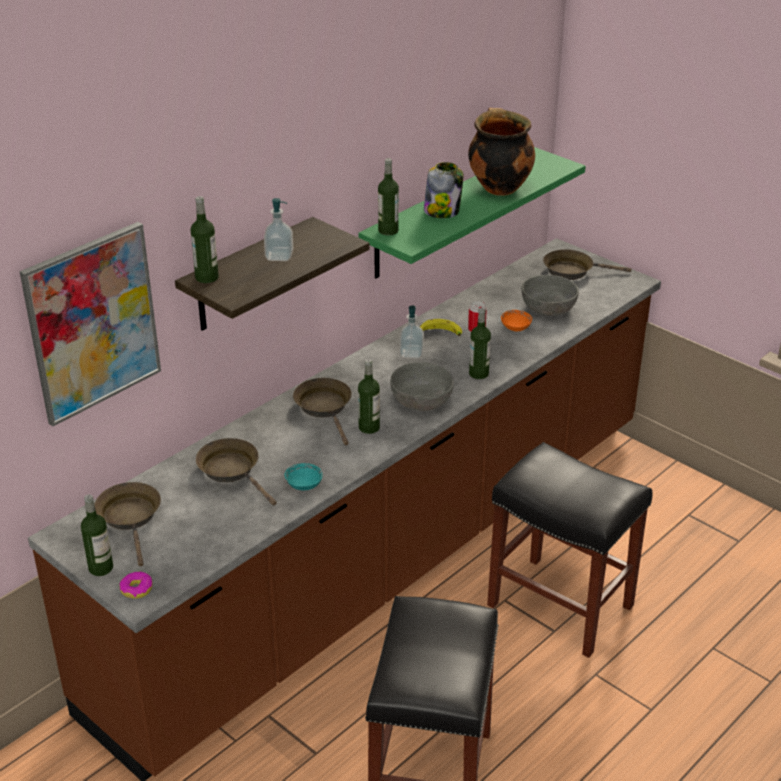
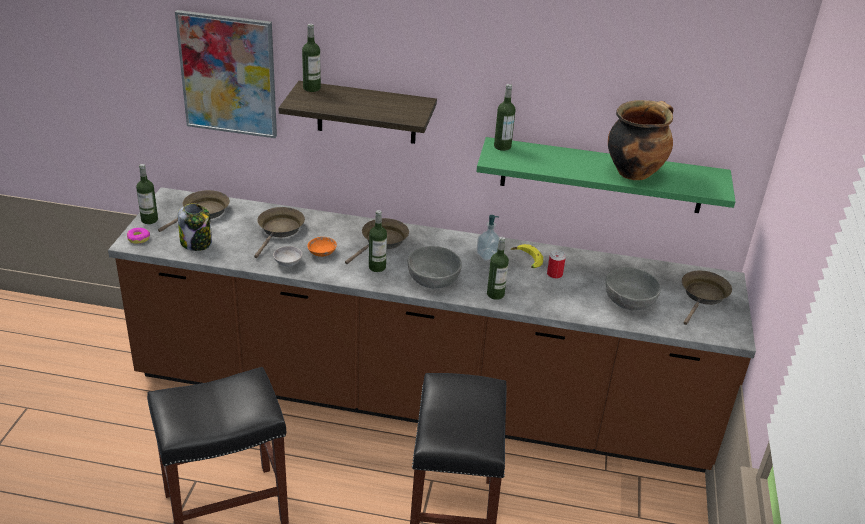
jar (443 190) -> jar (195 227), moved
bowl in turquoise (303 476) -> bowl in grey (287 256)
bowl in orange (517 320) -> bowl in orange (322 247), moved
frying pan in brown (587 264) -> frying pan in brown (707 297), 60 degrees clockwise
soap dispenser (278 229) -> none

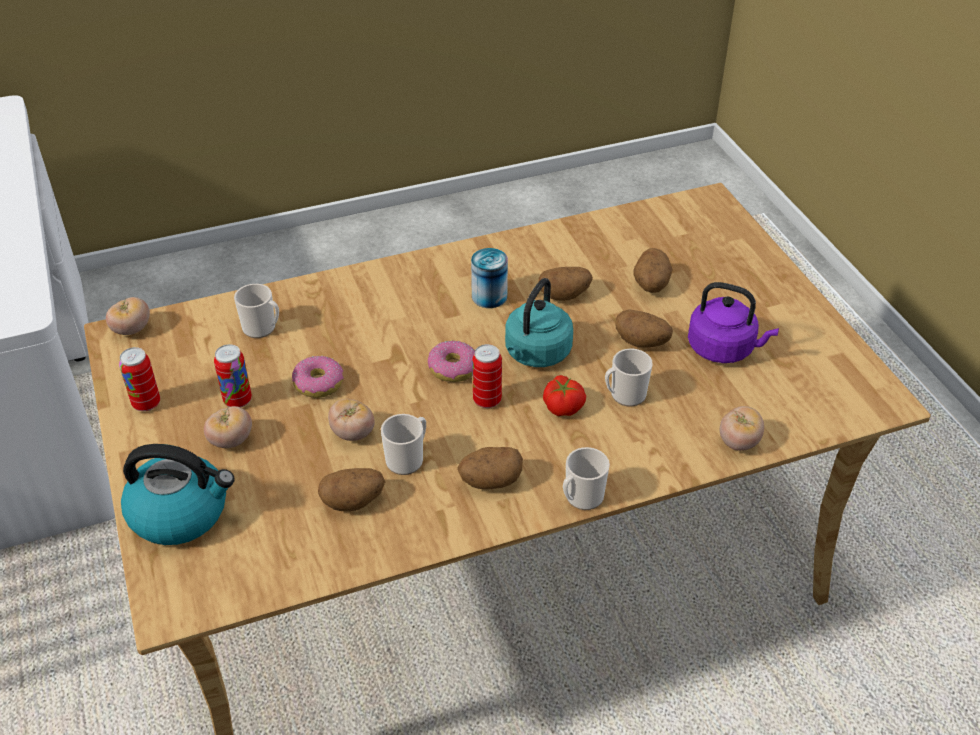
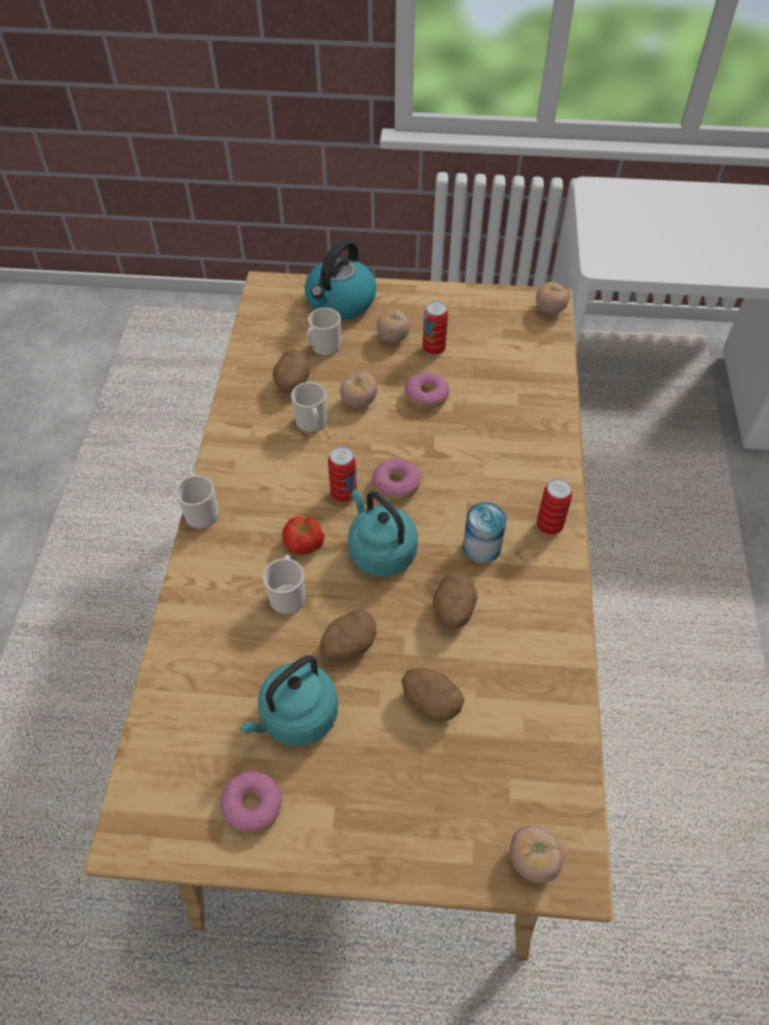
none -> donut (251 802)
kettle in purple (733 322) -> kettle in turquoise (289 700)
mug (256 311) -> mug (323 332), moved
tomato (742 428) -> tomato (536 854), moved
can (139 379) -> can (554 507), moved
potato (490 468) -> none

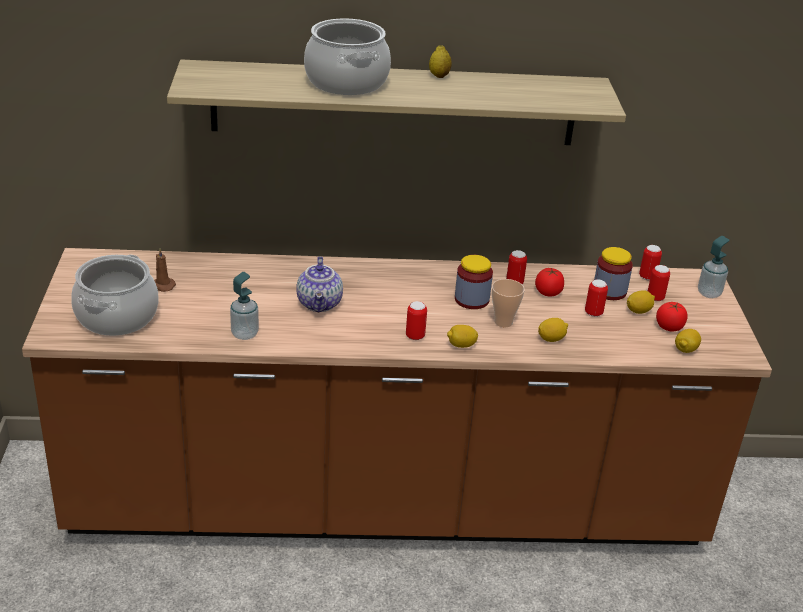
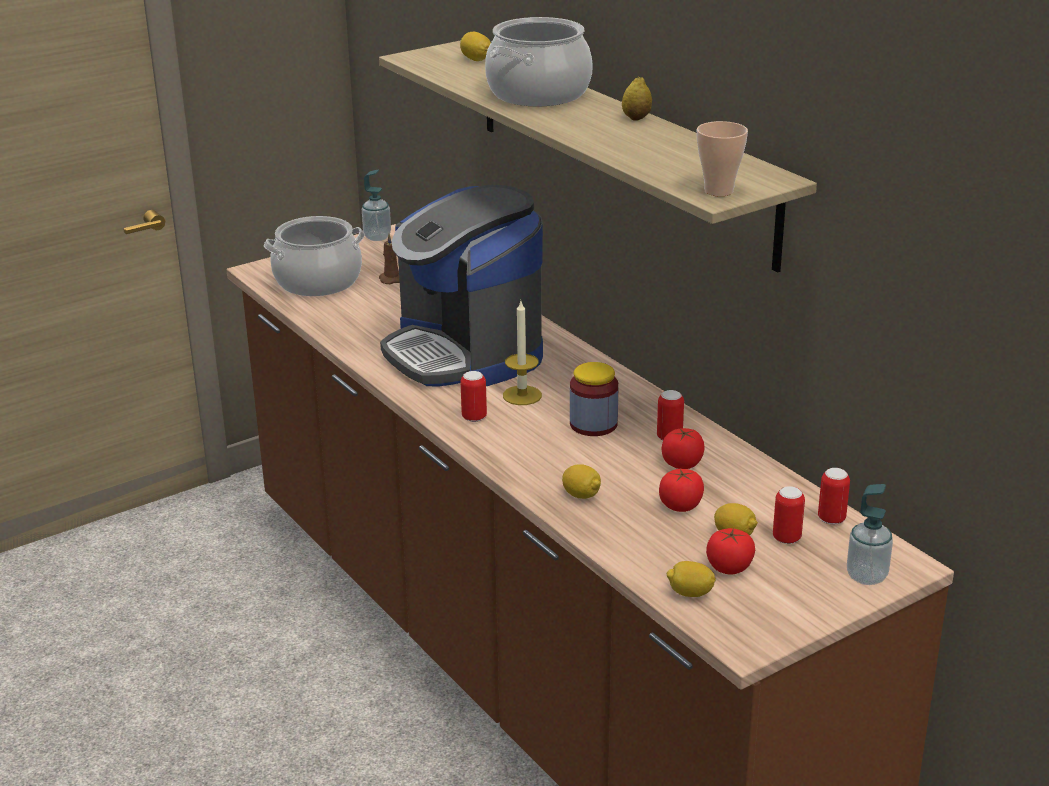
soap dispenser (244 306) -> soap dispenser (376 205), moved
teapot (319 284) -> coffee machine (461 285)
lemon (462 336) -> lemon (475 46), moved
none -> candle (522 353)
can (596 298) -> tomato (681 490)
cup (508 303) -> cup (722 158), moved
jar (613 273) -> none

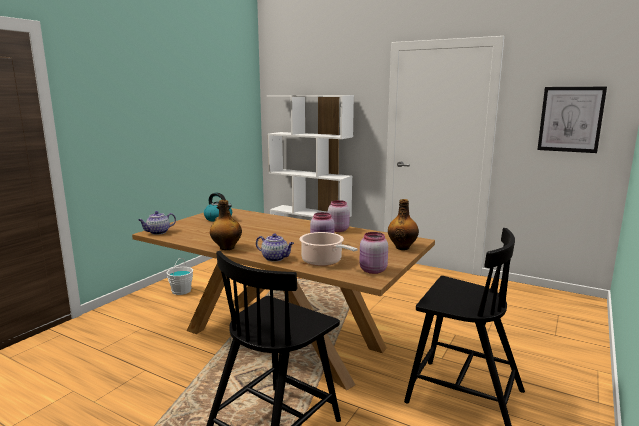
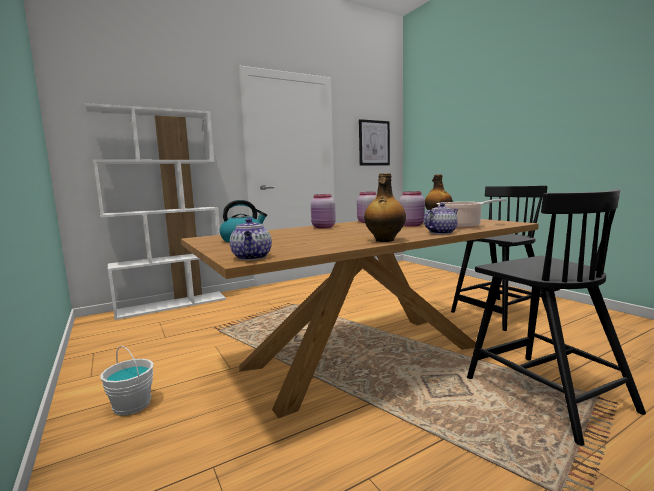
jar in pink (374 253) -> jar in pink (323 211), moved

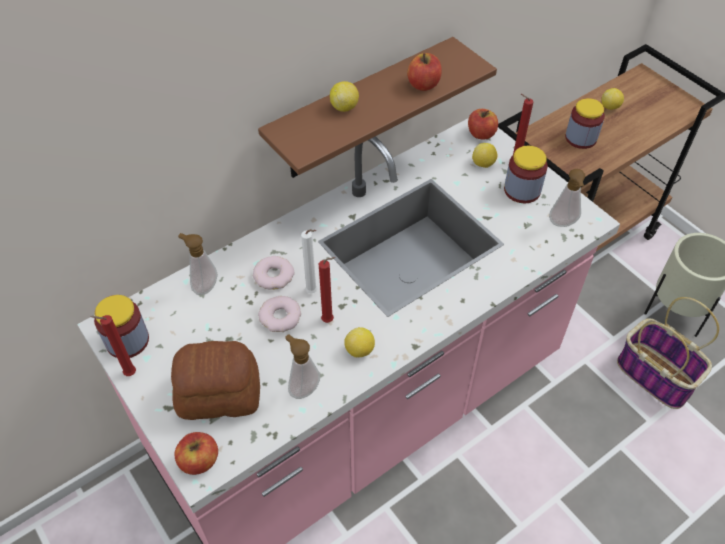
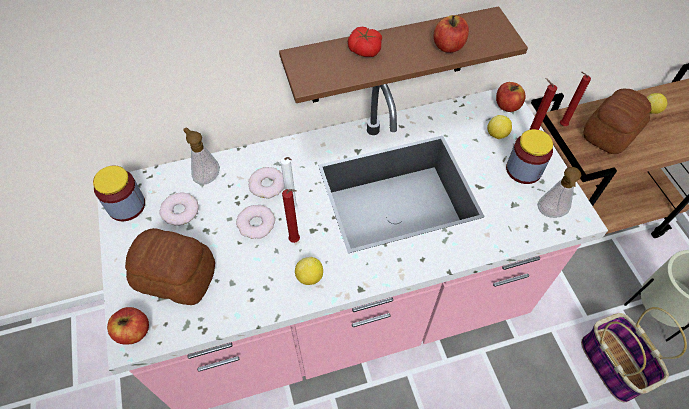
none -> donut (179 209)
lemon (344 96) -> tomato (365 42)
candle in red (113 345) -> candle in red (575 99), moved
jar (585 123) -> bread (617 121)
soap dispenser (302 366) -> none

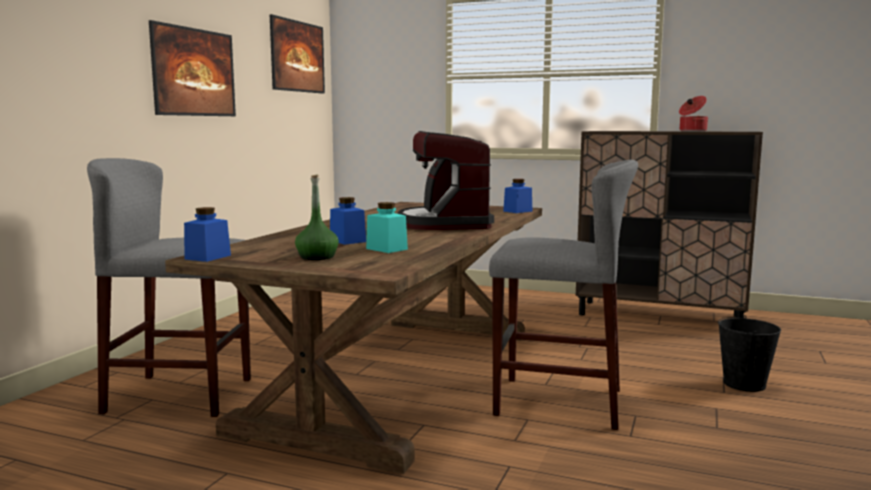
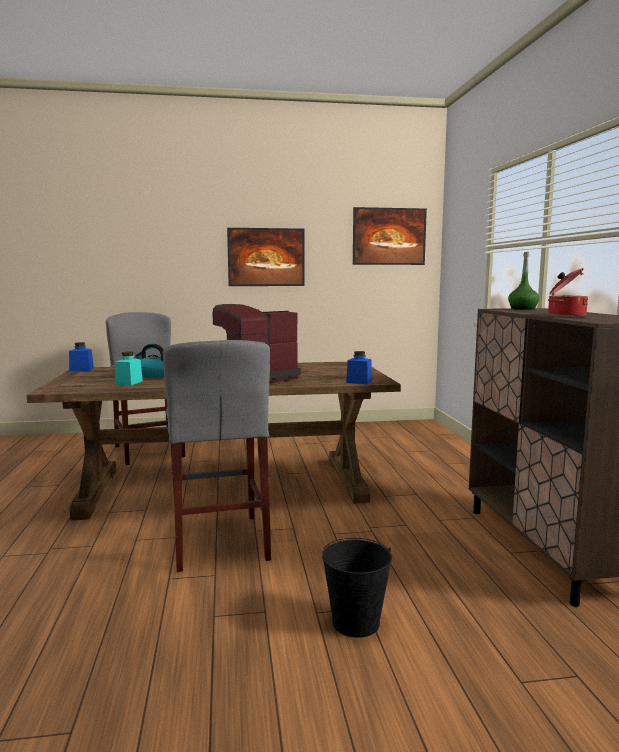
jar in blue (348 221) -> kettle (149 361)
bottle in green (317 217) -> bottle in green (523 281), moved

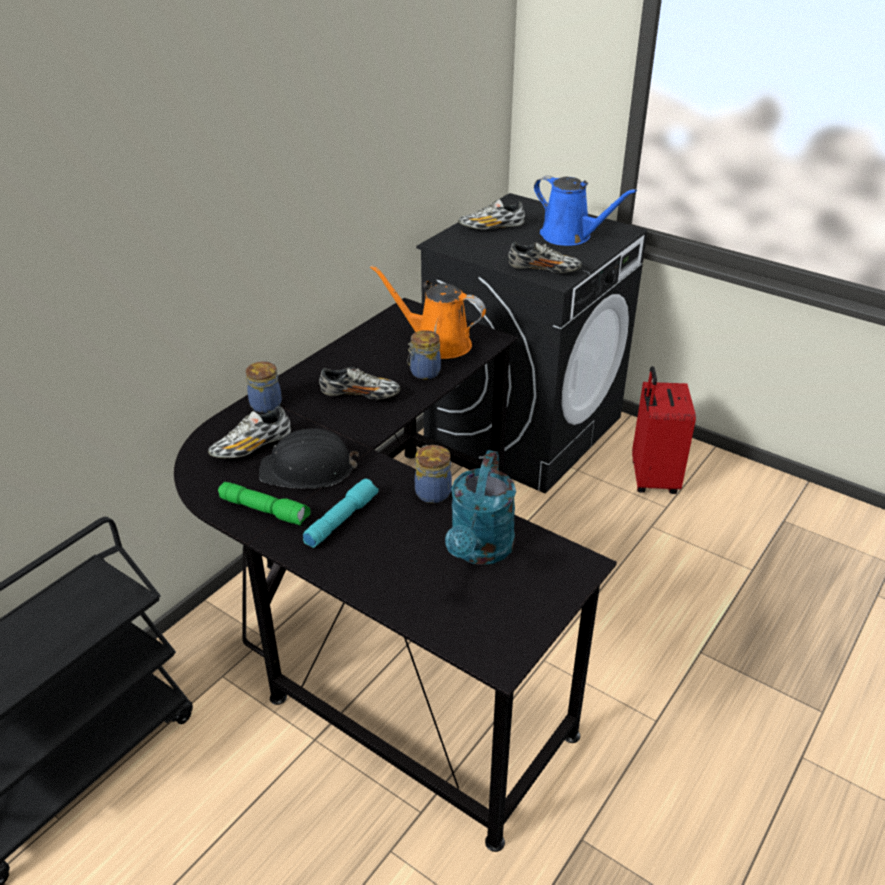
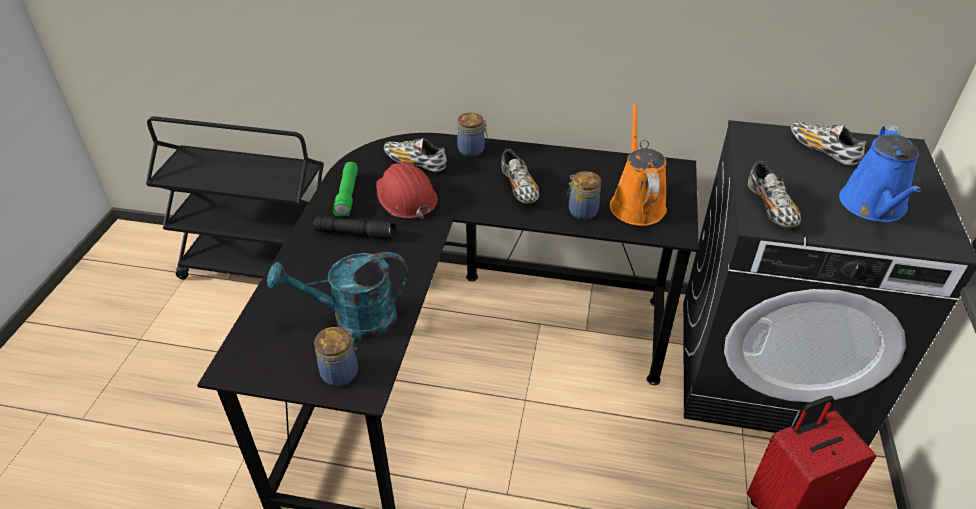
flashlight in turquoise (341 513) -> flashlight in black (354 227)
jar (433 474) -> jar (336 356), moved
hard hat in black (309 459) -> hard hat in red (407 191)

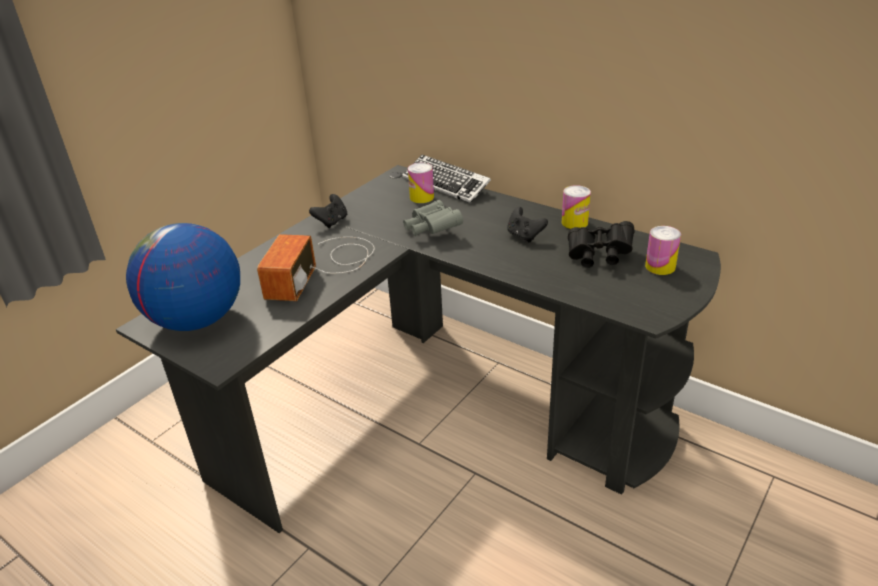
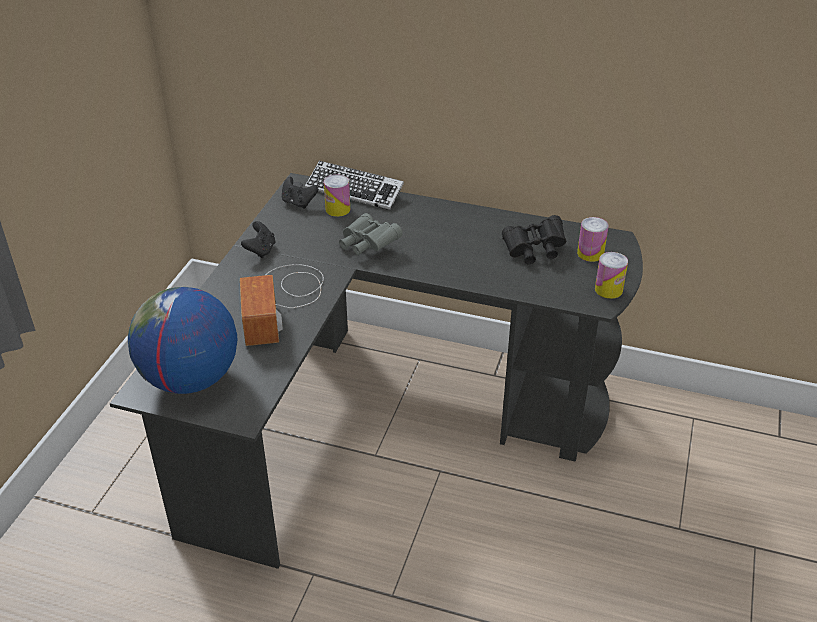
game controller in black (527 225) -> game controller in black (300 193), moved
can (576 207) -> can (611 275), moved

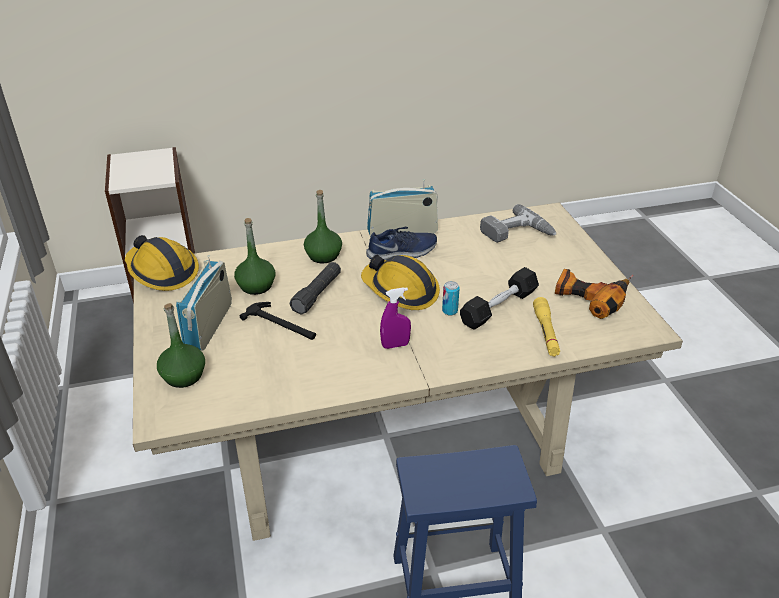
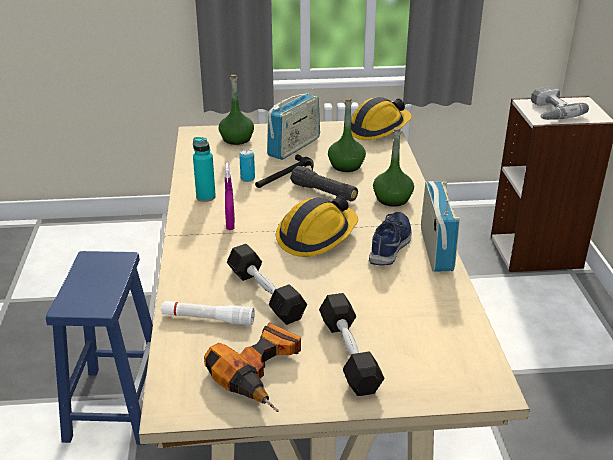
flashlight in yellow (546 327) -> flashlight in white (208 313)
none -> bottle in turquoise (204 169)
can (450 298) -> can (247 165), moved
radio (204 302) -> radio (293 126), 105 degrees clockwise
none -> dumbbell in black (351 344)
shoe in blue (401 243) -> shoe in blue (390 238), 150 degrees counterclockwise
power drill (518 223) -> power drill (560 103), moved

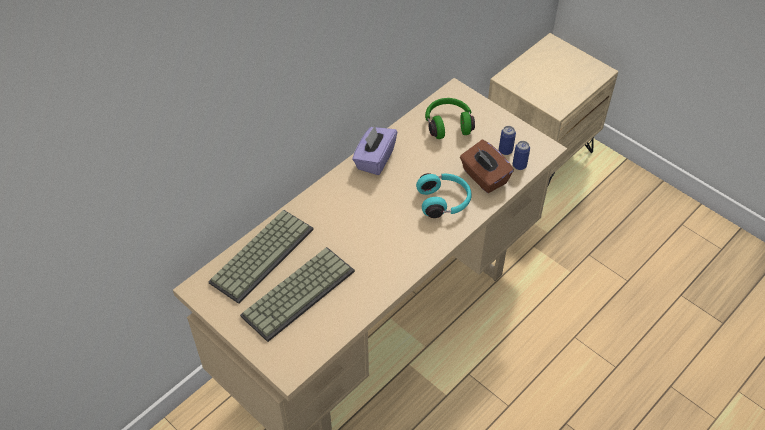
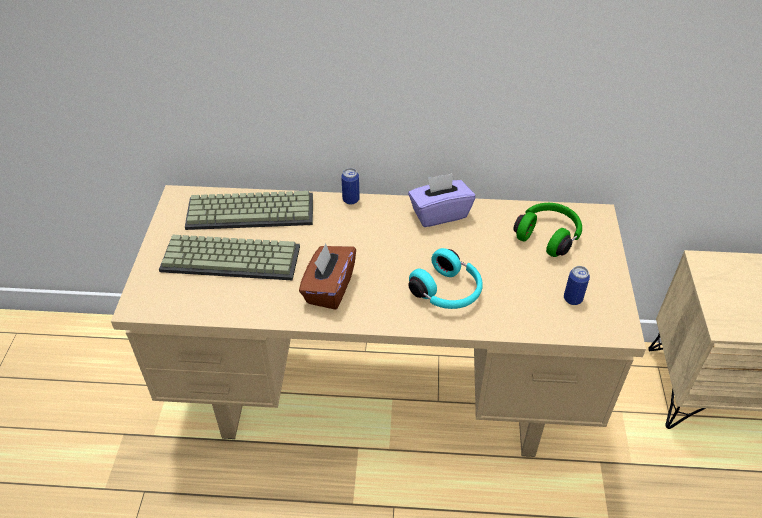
tissue box in brown (487 166) -> tissue box in brown (327 276), moved
can (521 155) -> can (350 186), moved

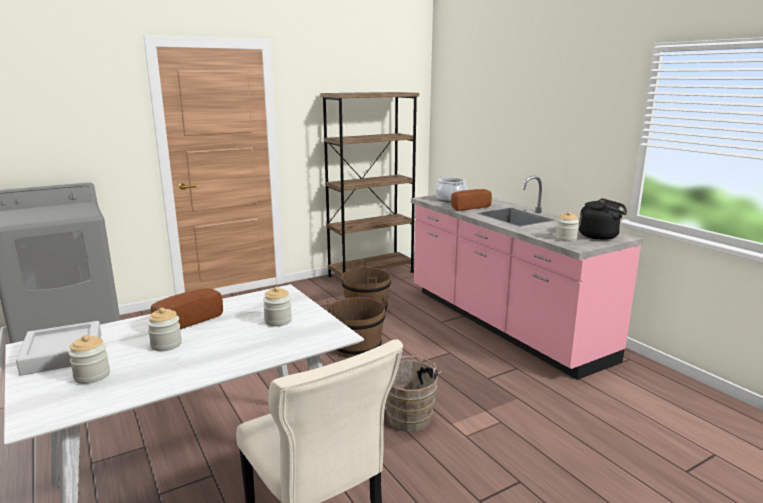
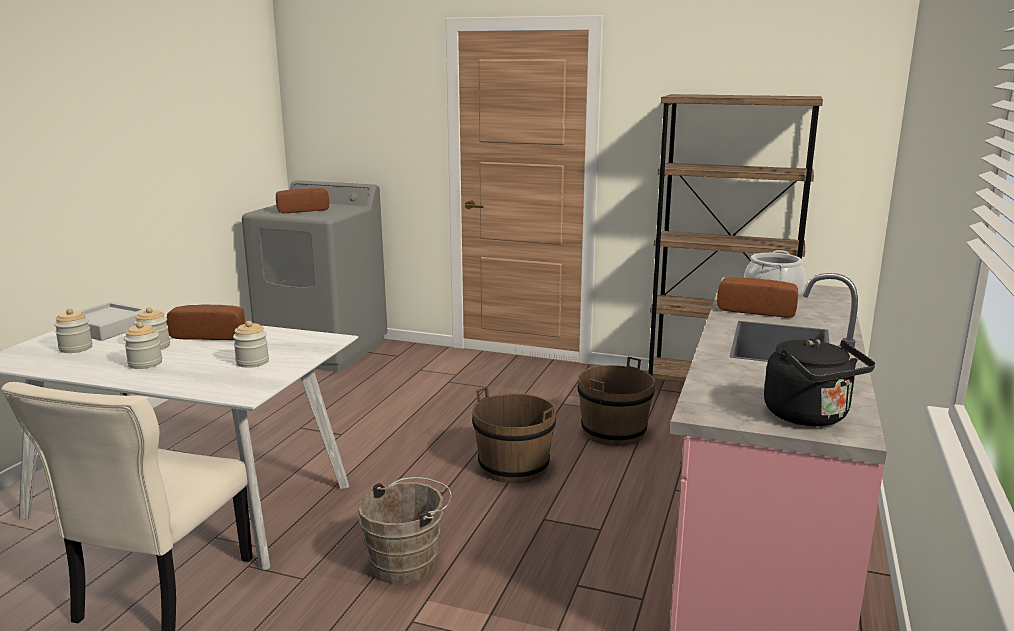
jar (567 226) -> jar (143 345), moved
none -> bread (302 200)

